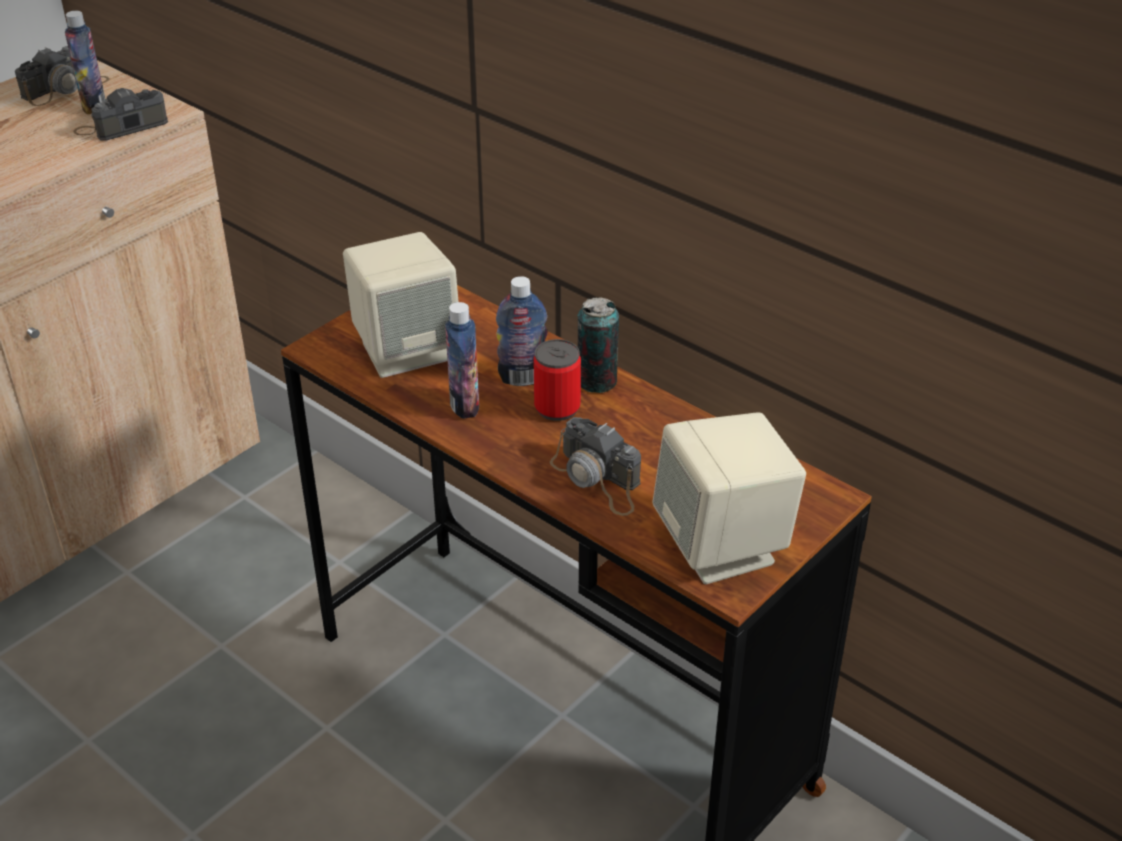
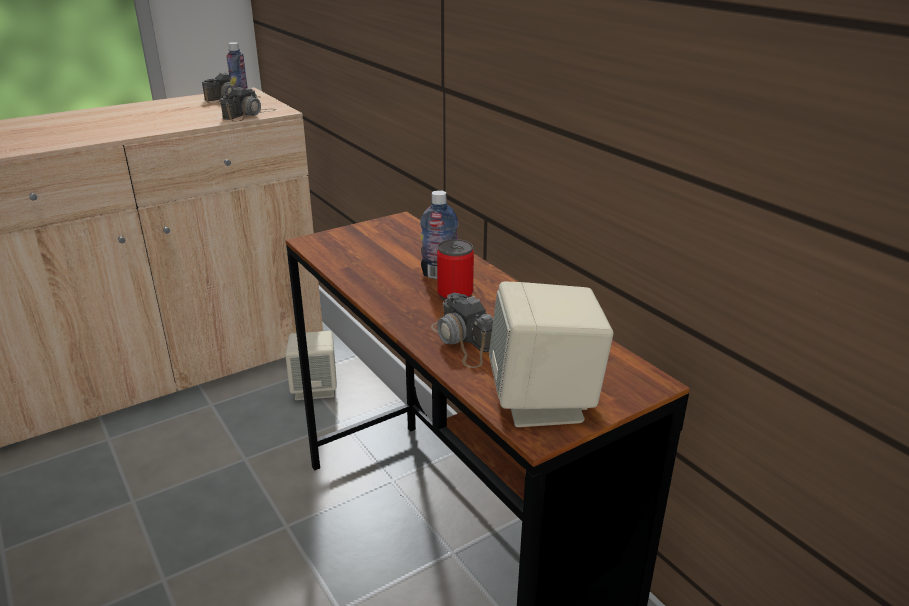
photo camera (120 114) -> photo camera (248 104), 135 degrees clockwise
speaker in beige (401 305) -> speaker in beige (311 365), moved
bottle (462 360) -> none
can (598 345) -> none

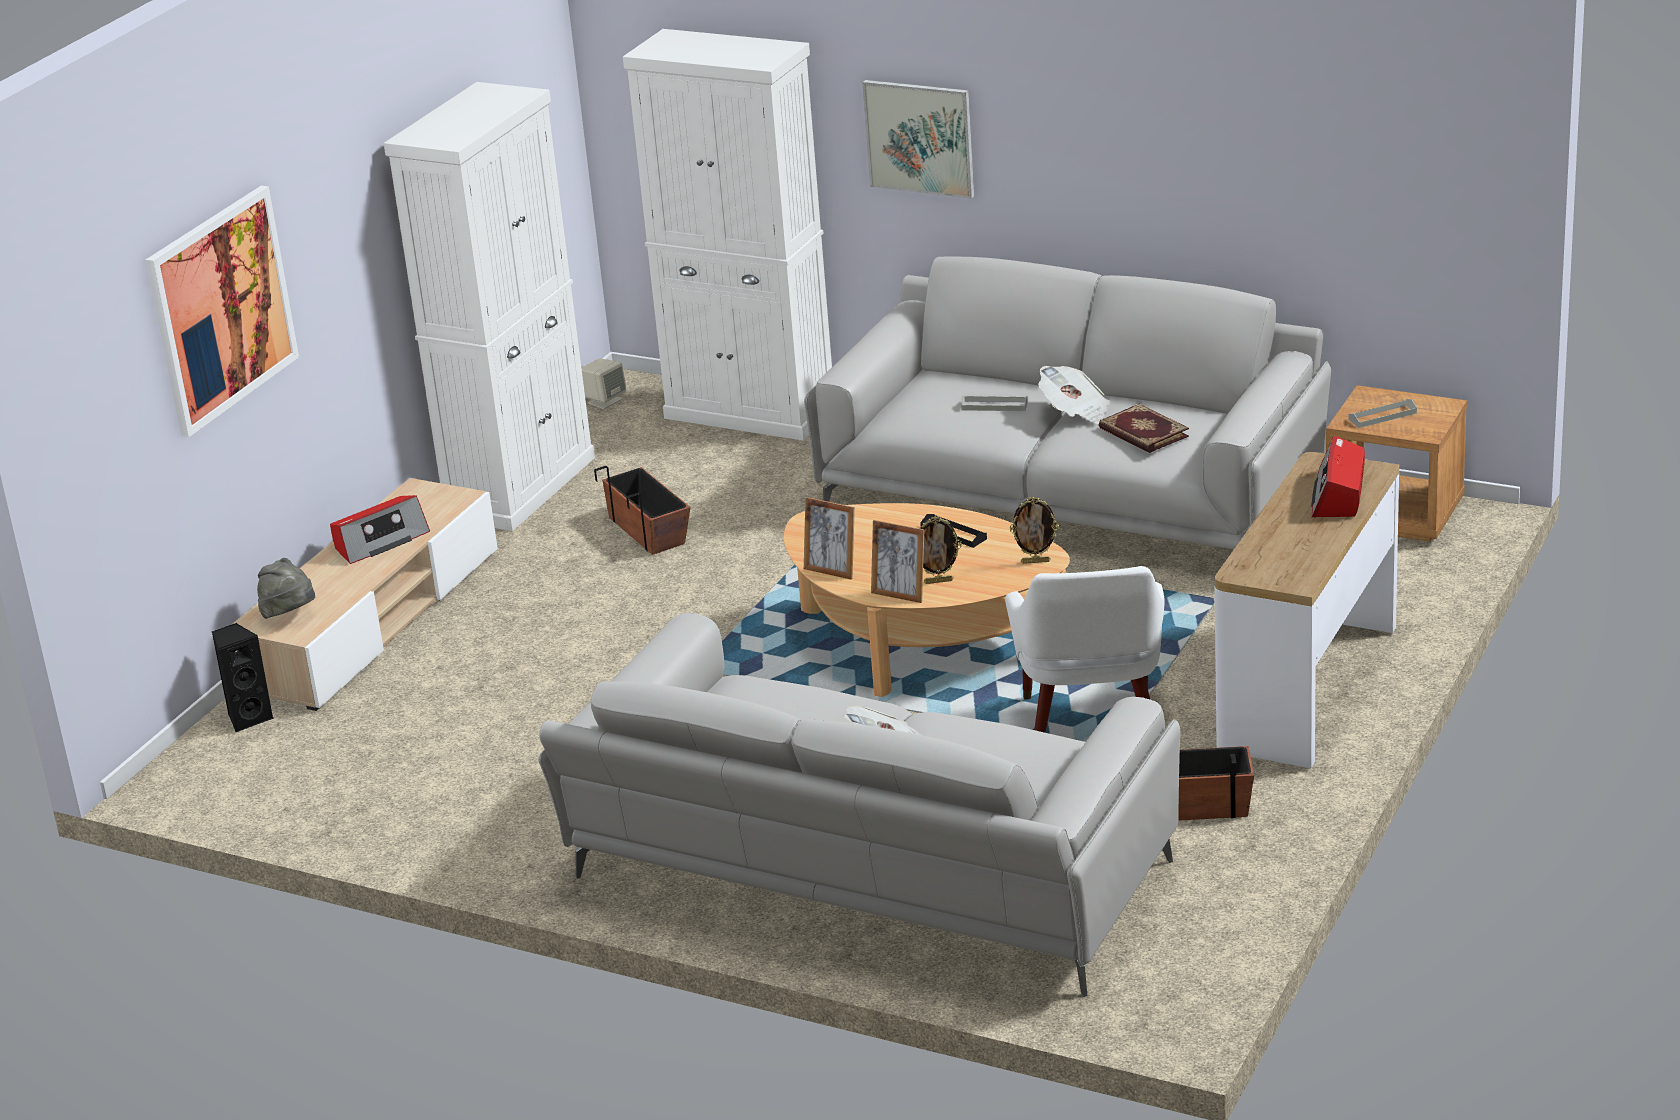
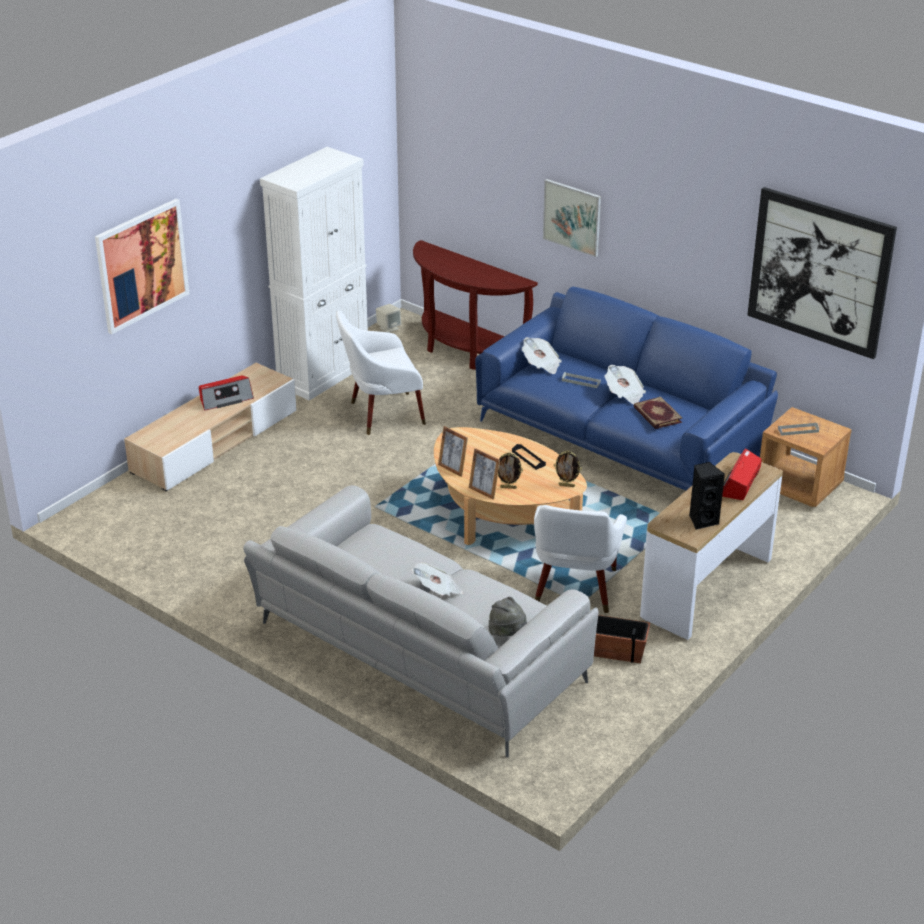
planter (642 510) -> armchair in white (381 372)
cabinet in white (727 235) -> console table in brown (475 305)
sofa in grey (1067 403) -> sofa in blue (626 389)
hat in grey (286 588) -> hat in grey (508 616), moved
none -> newspaper (542 355)
speaker in black (243 678) -> speaker in black (707 496), moved
none -> picture (822 273)

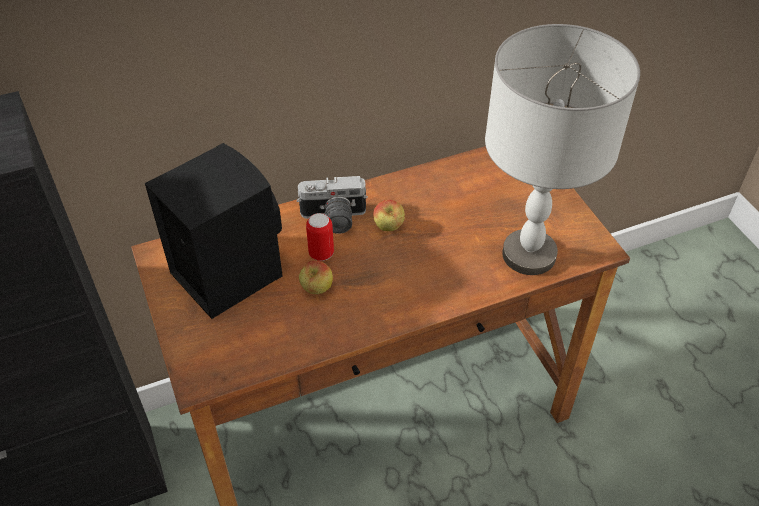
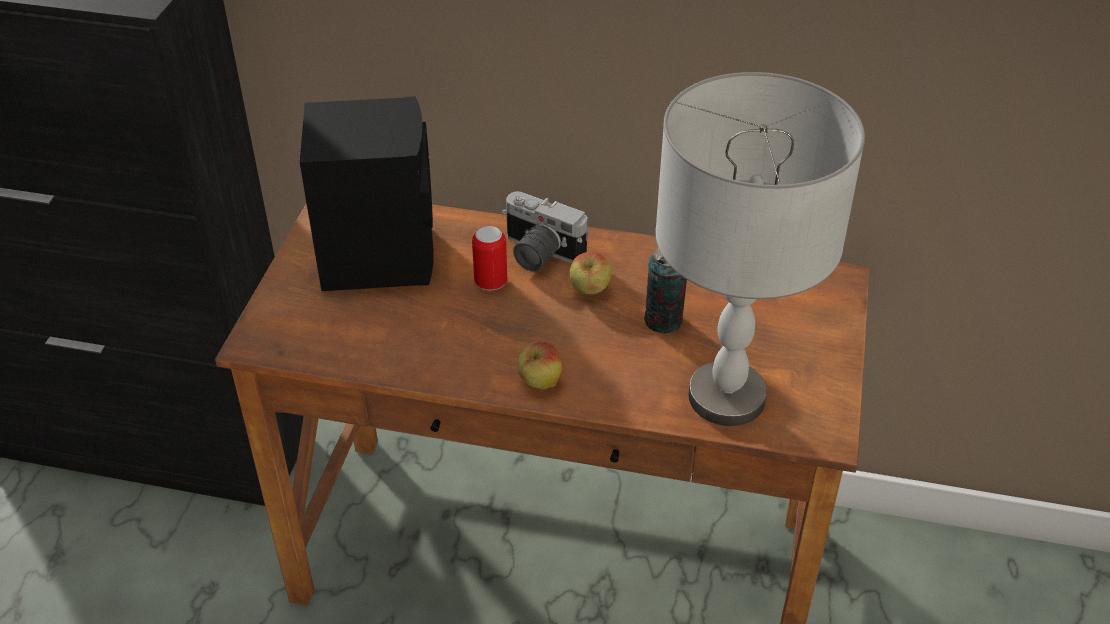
apple (316 277) -> apple (540 365), moved
none -> can (665 291)

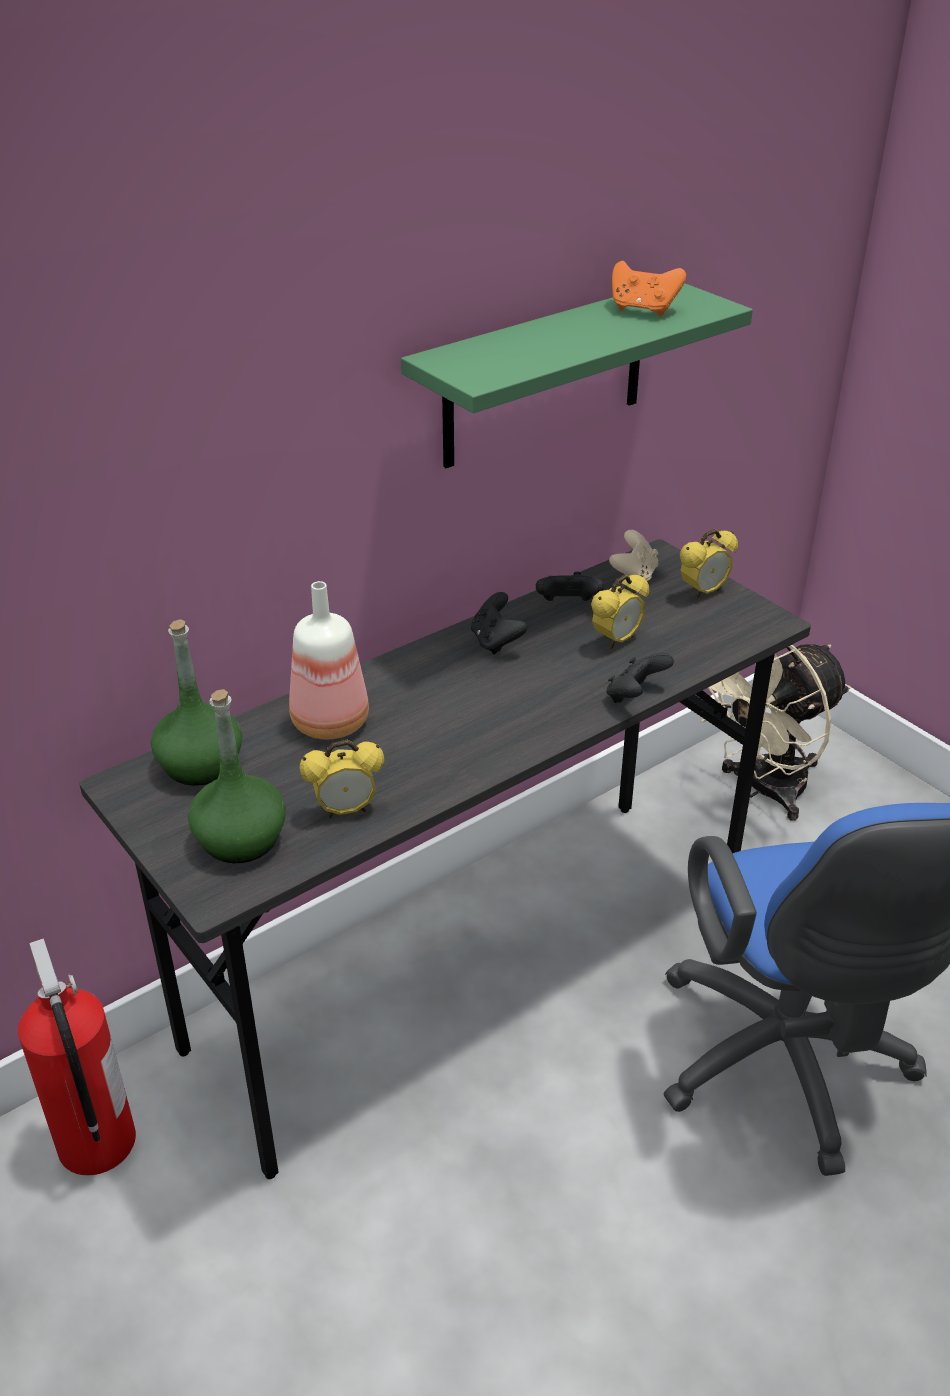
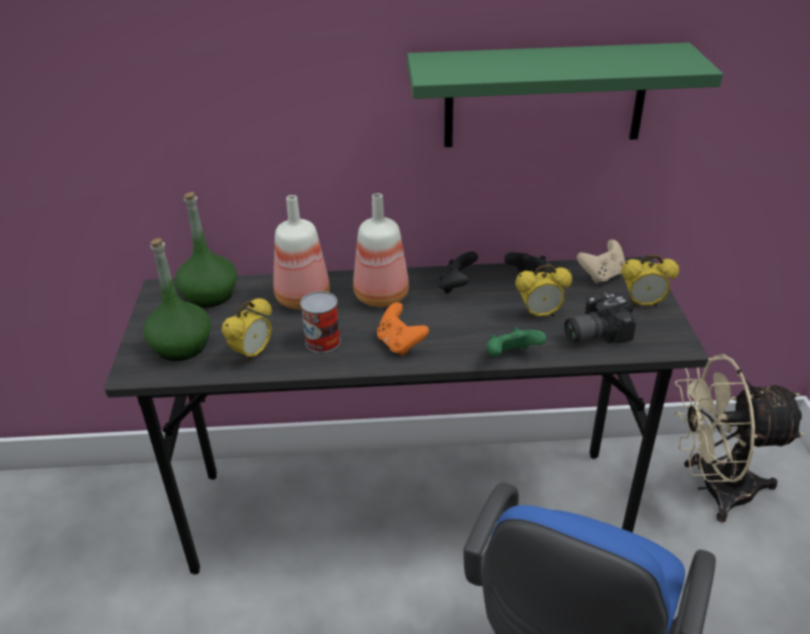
alarm clock (342 779) -> alarm clock (246 330), 75 degrees counterclockwise
none -> can (320 322)
none -> bottle (381 250)
game controller in orange (649 288) -> game controller in orange (403 329), moved
game controller in black (640 678) -> game controller in green (516 342)
none -> photo camera (600 318)
fire extinguisher (77 1056) -> none

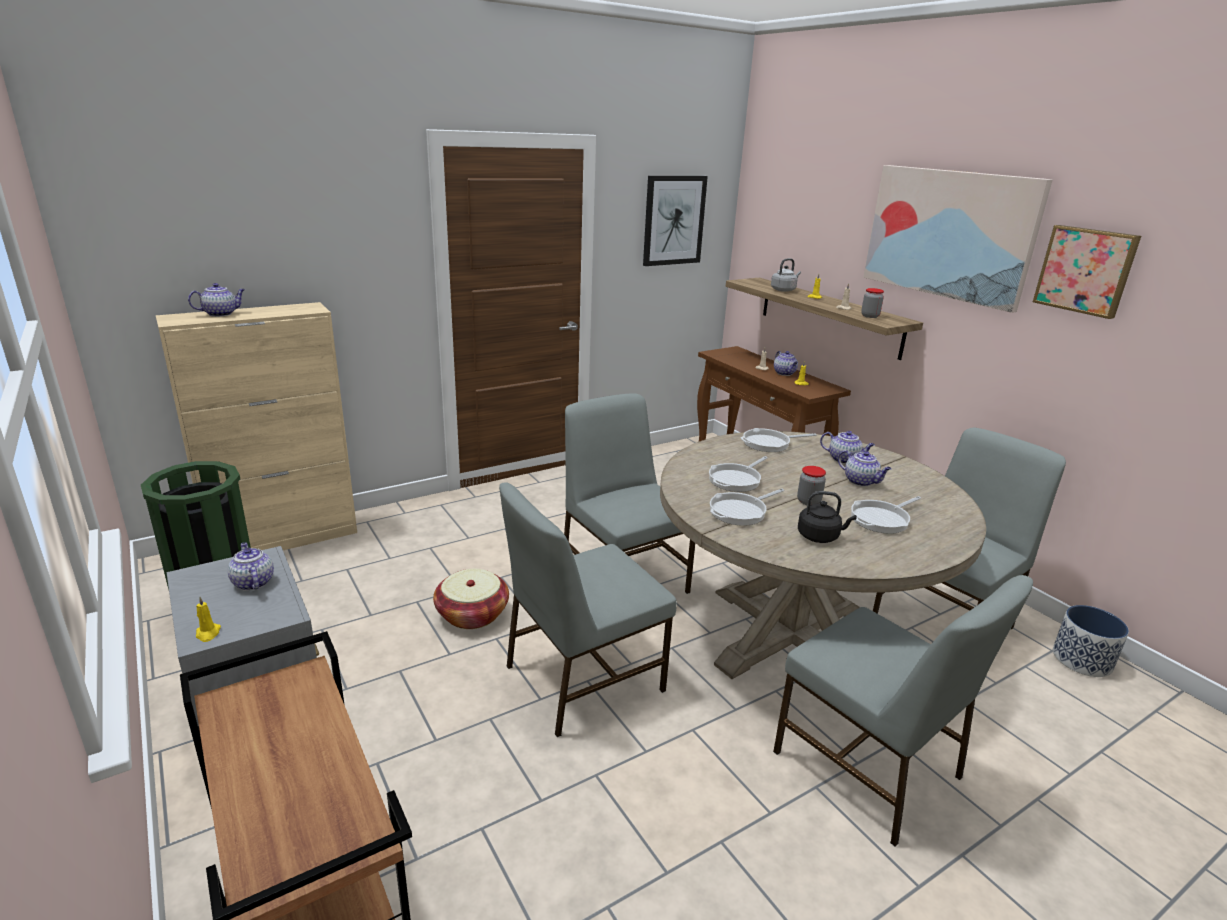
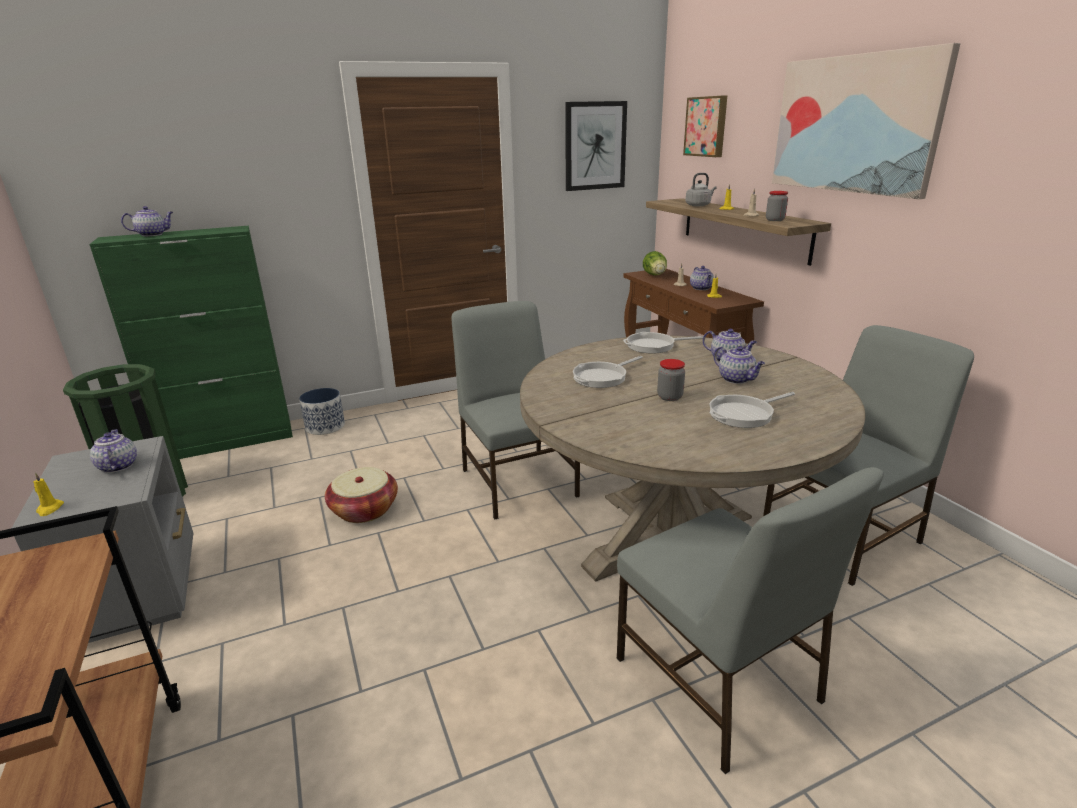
cabinet in beige (256 426) -> cabinet in green (191 342)
planter (1091 641) -> planter (322 411), moved
none -> lettuce (655 263)
picture (1087 272) -> picture (705 126), moved
chair in grey (588 609) -> none
frying pan (747 507) -> none
kettle in black (827 517) -> none

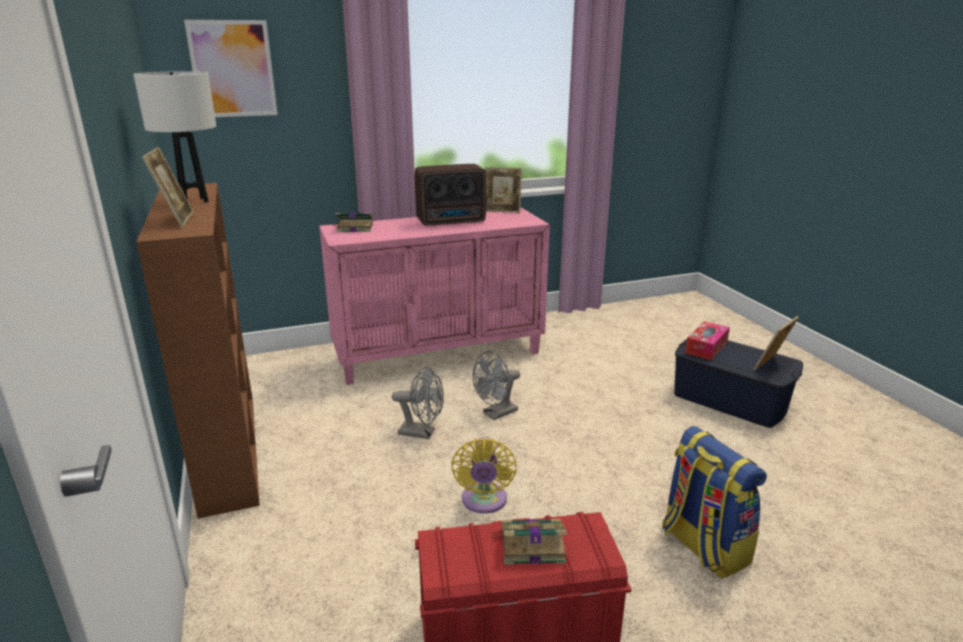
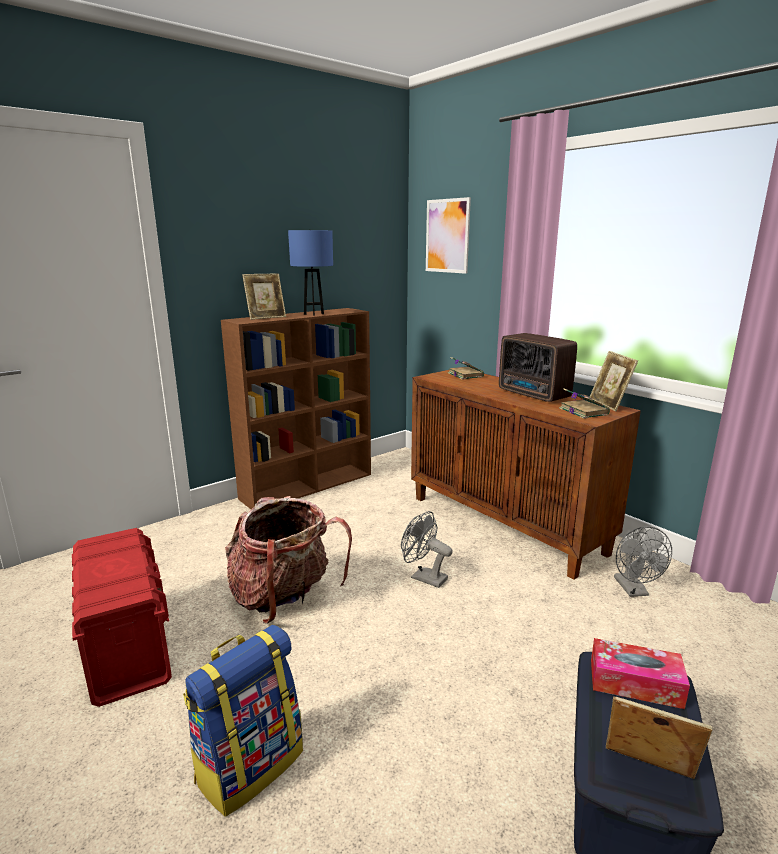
fan in yellow (484 475) -> backpack (288 560)
table lamp in white (174 136) -> table lamp in blue (310 273)
cabinet in pink (434 296) -> cabinet in brown (526 475)
book (528 542) -> book (584 403), moved
fan in grey (418 403) -> fan in grey (643 562), moved

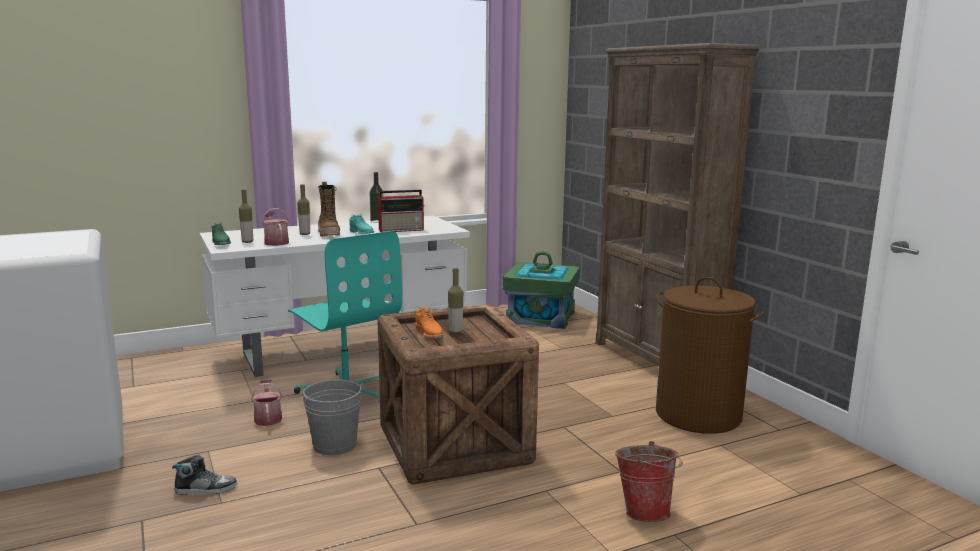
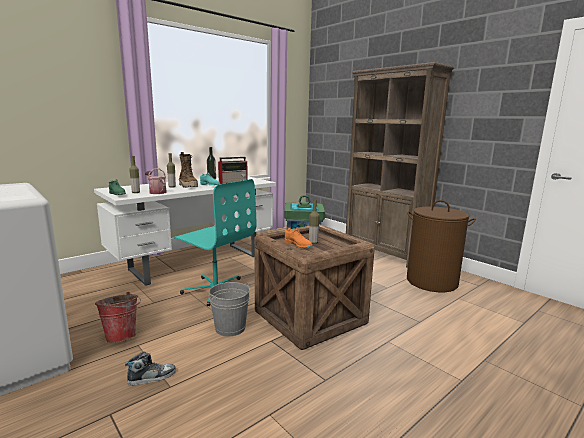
bucket (649 481) -> bucket (118 317), moved
watering can (266 402) -> none

